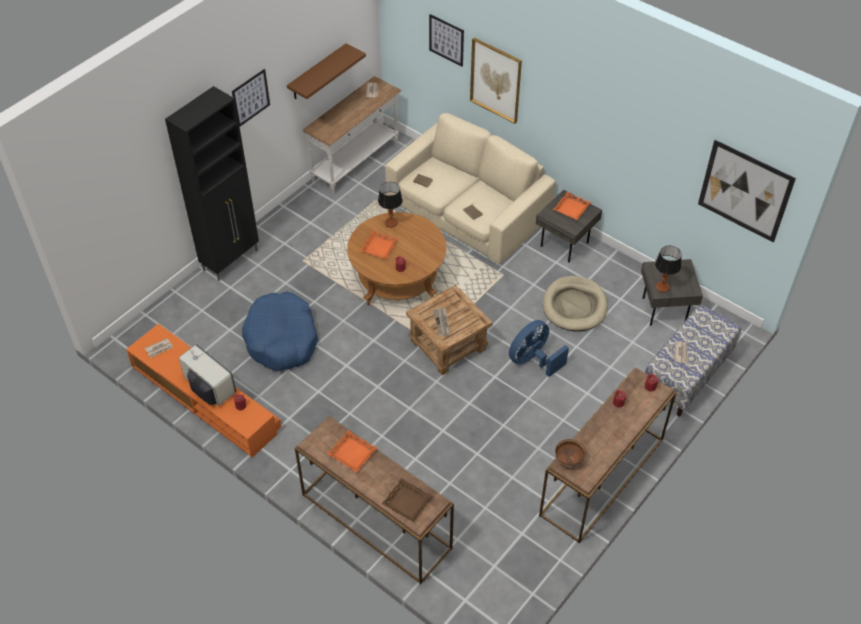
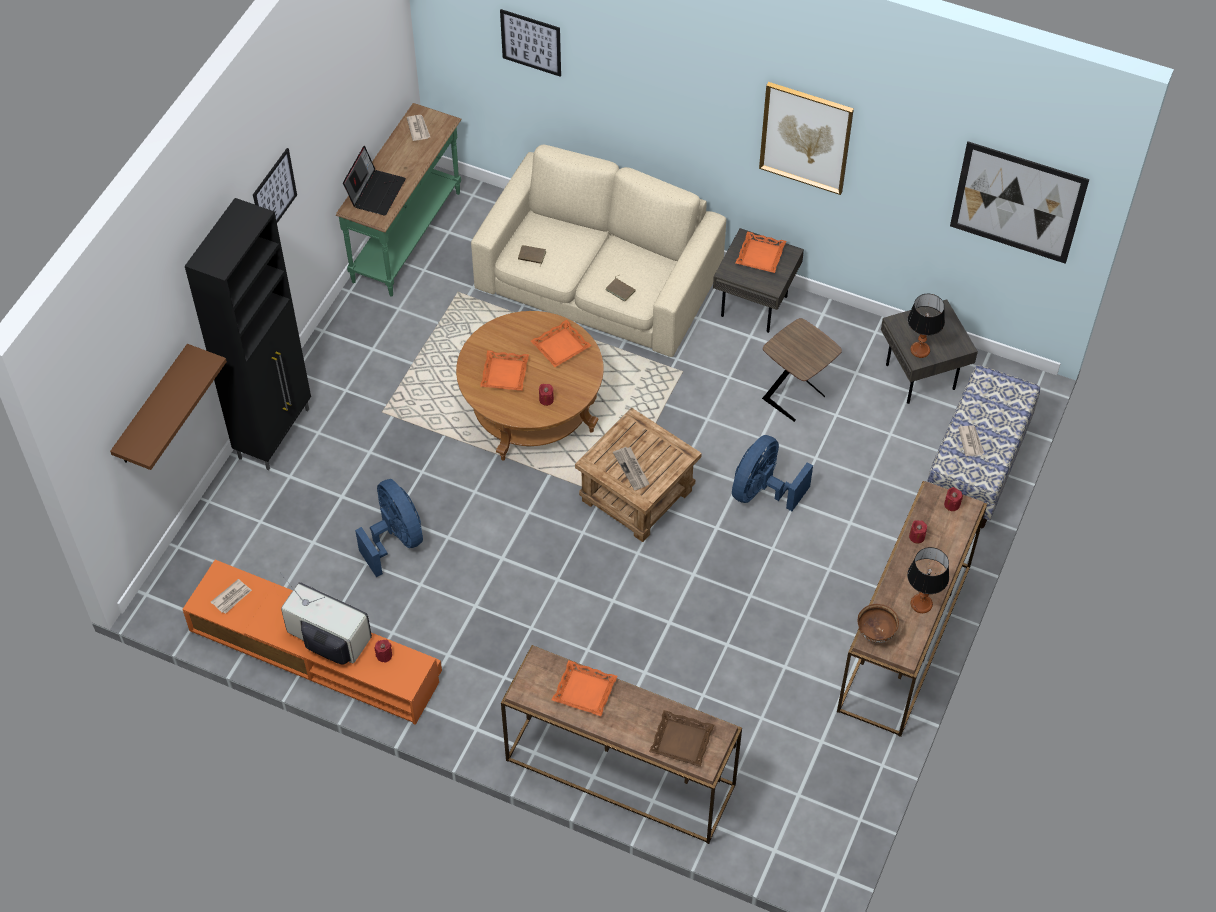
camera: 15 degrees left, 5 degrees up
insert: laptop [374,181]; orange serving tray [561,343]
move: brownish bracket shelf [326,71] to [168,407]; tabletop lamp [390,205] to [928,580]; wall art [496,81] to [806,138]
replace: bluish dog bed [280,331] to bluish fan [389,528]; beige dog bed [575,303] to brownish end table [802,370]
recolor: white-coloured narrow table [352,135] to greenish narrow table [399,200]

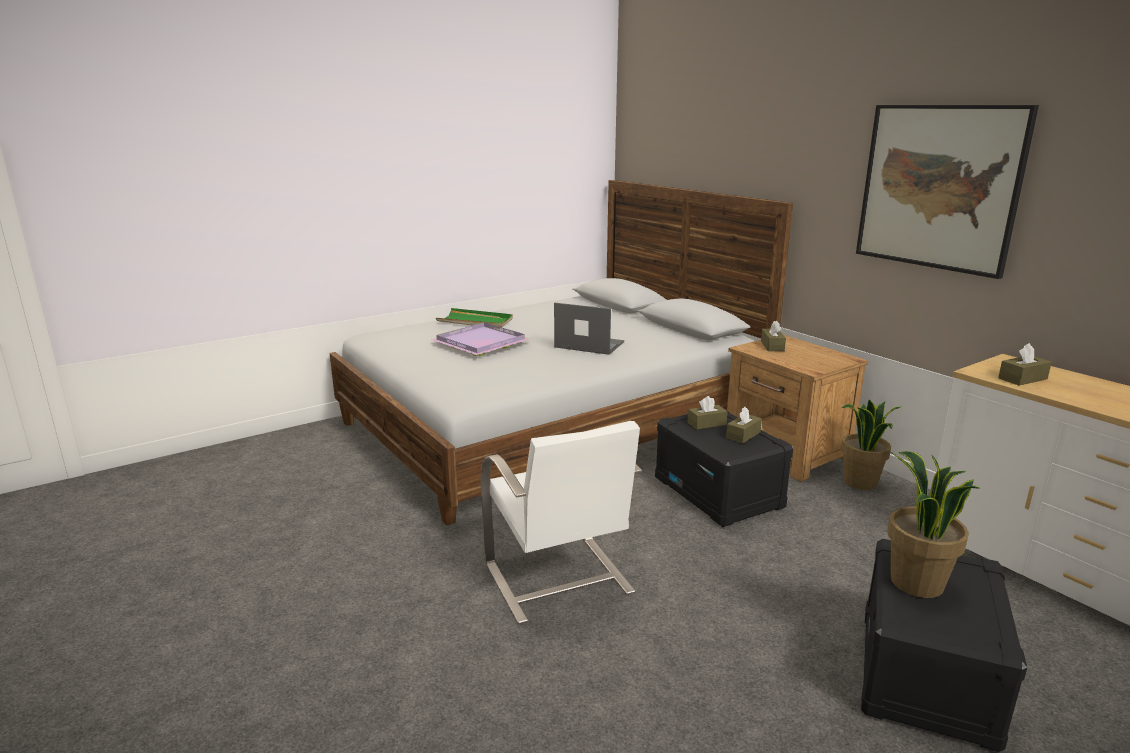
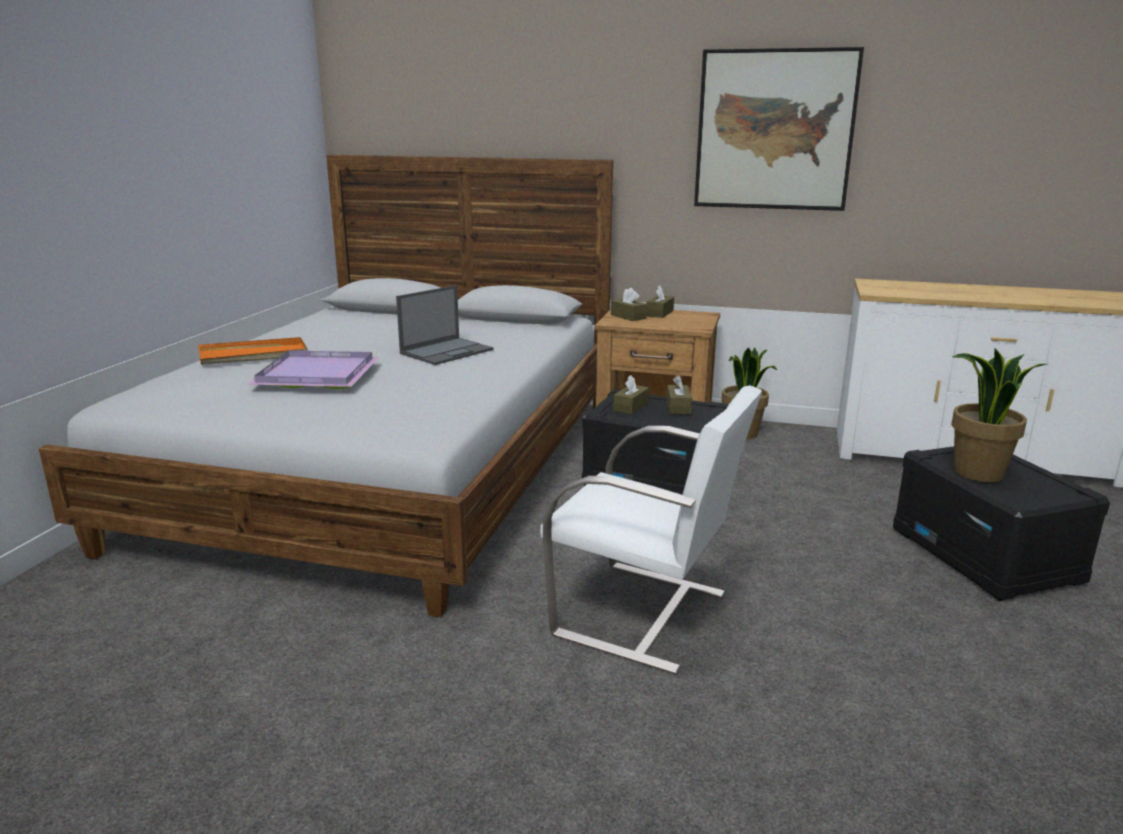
camera: 40 degrees left, 0 degrees up
move: brownish box of tissues [1025,364] to [660,301]
recolor: greenish serving tray [474,318] to orange serving tray [253,351]
rotate: laptop [589,329] = [445,325] 150 degrees clockwise

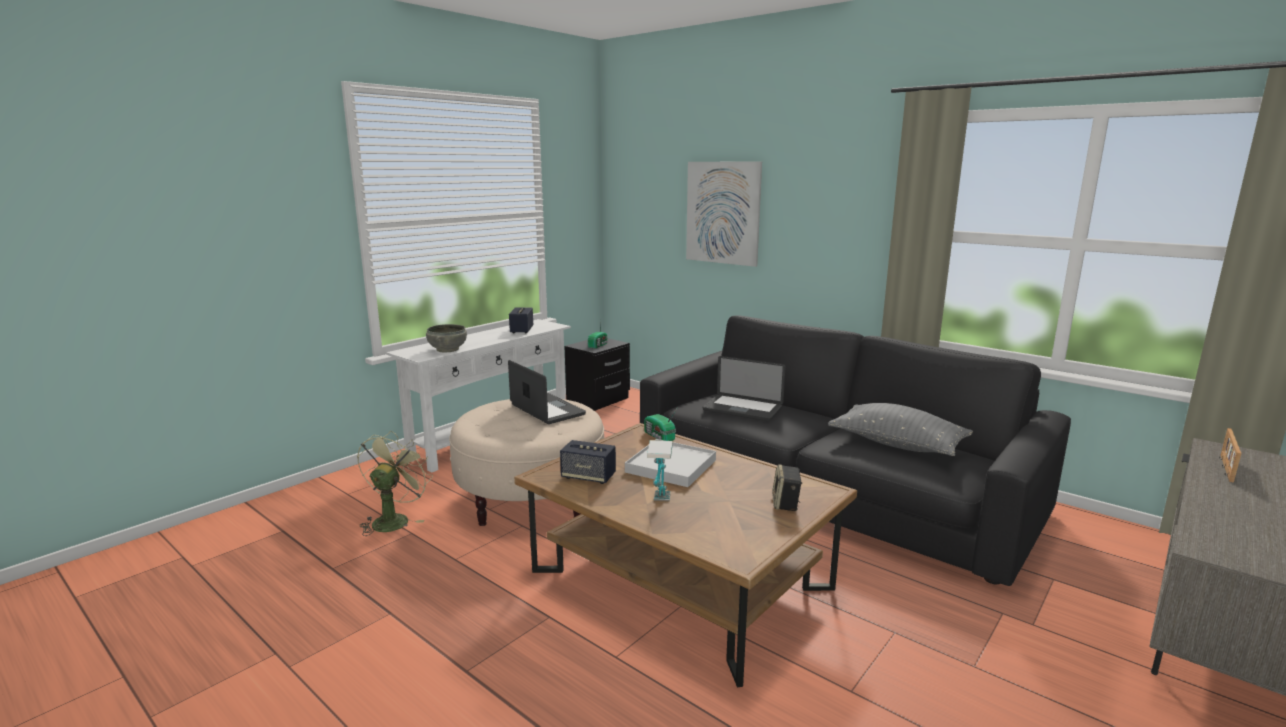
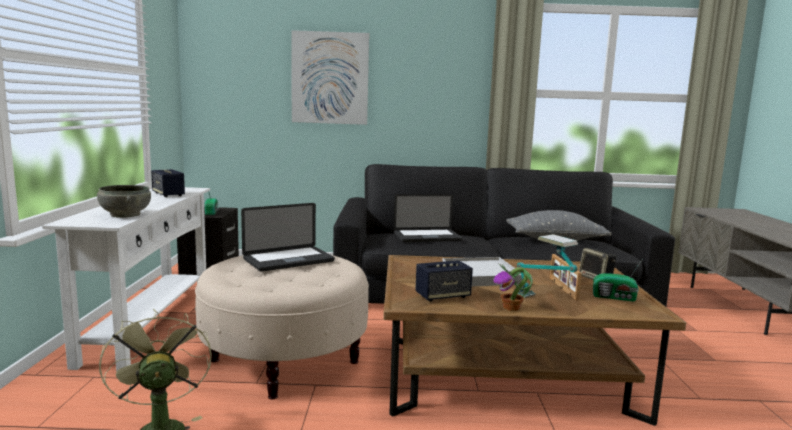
camera: 40 degrees left, 5 degrees down
insert: potted plant [513,287]
move: radio receiver [661,424] to [617,281]; picture frame [1230,455] to [566,277]
rotate: laptop [547,392] = [288,237] 135 degrees clockwise

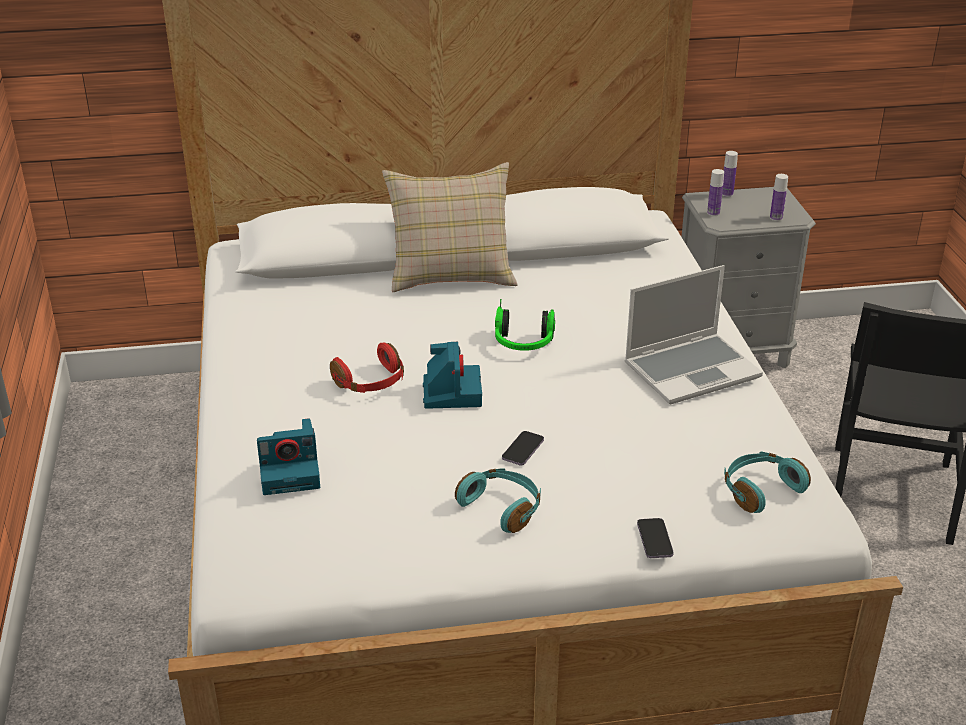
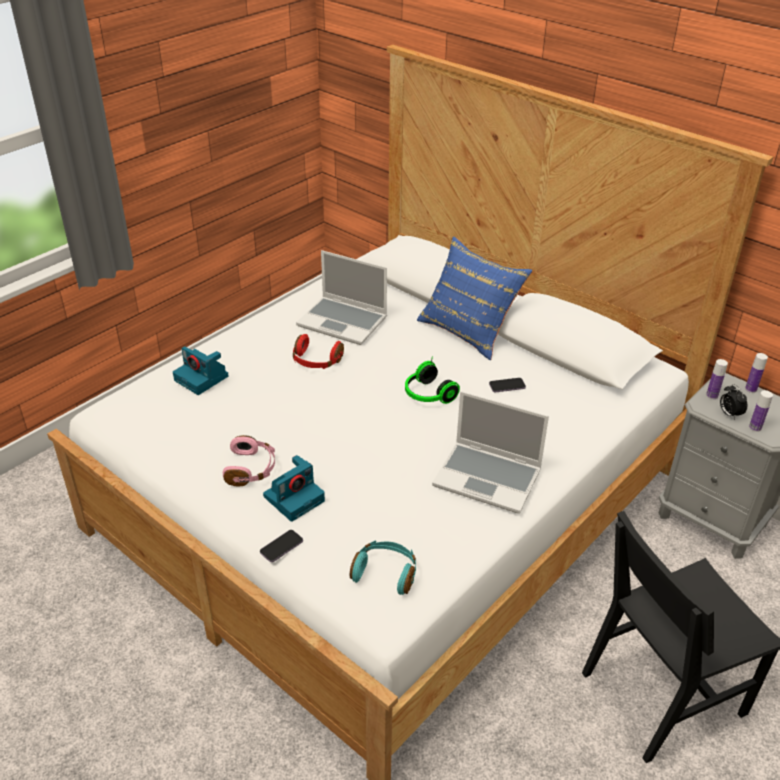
camera: 50 degrees right, 5 degrees up
insert: laptop [341,297]; bedside clock [733,402]
move: photo camera [452,375] to [294,488]; telephone [523,448] to [507,385]
recolor: beige pillow [450,227] to bluish pillow [474,298]; turquoise headphones [498,500] to pink-coloured headphones [249,460]

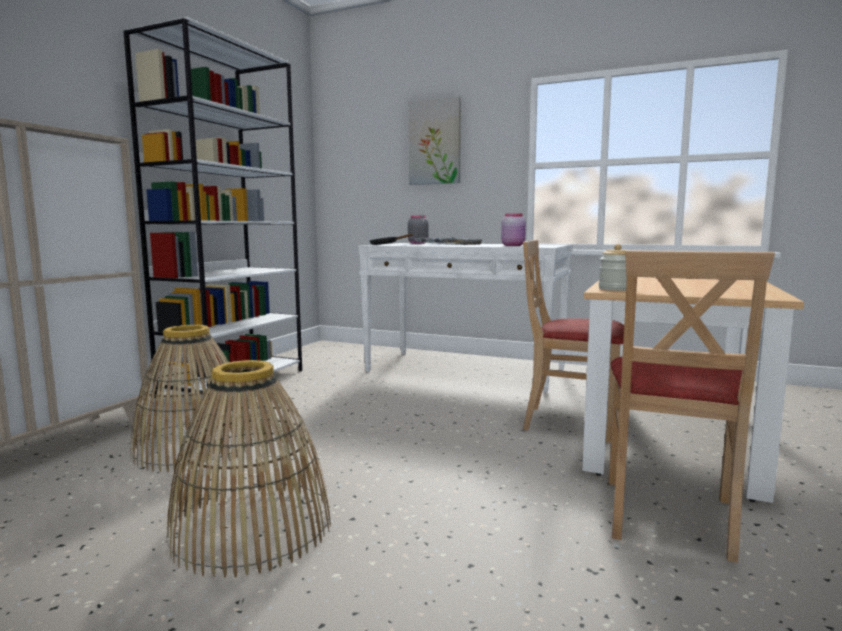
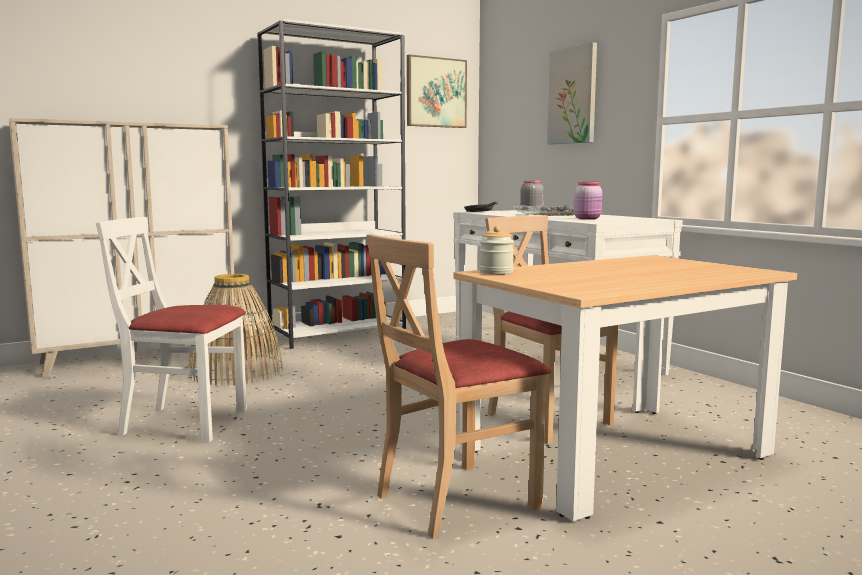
camera: 35 degrees right, 0 degrees up
insert: wall art [437,91]
replace: storage basket [248,468] to white-coloured upright chair [171,329]

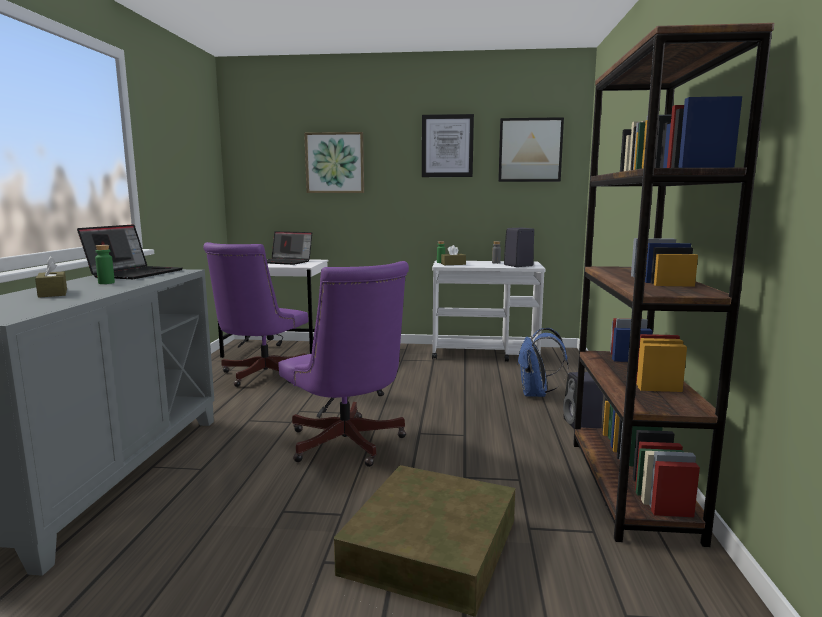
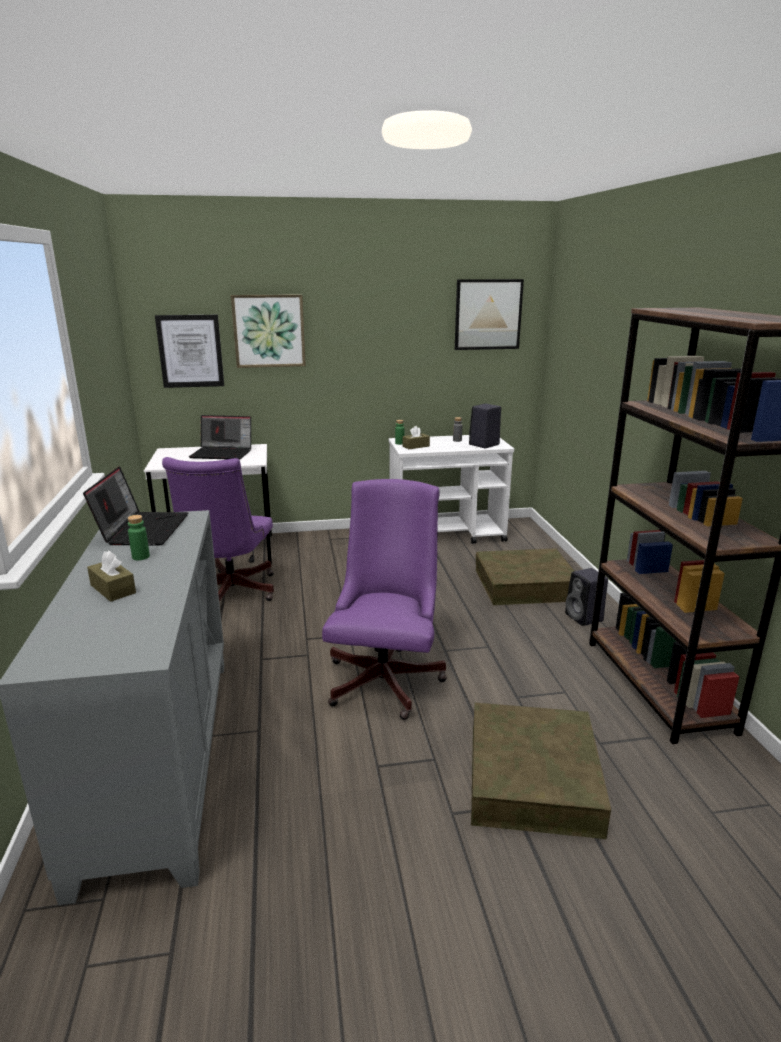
camera: 15 degrees left, 10 degrees up
move: wall art [448,145] to [189,351]
replace: bluish rucksack [543,362] to brownish storage box [525,576]
rotate: purple computer chair [343,364] = [384,599] 120 degrees counterclockwise

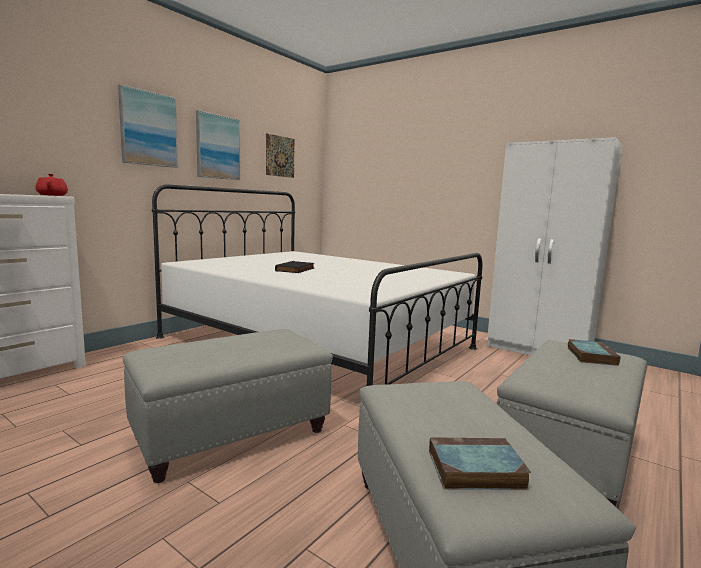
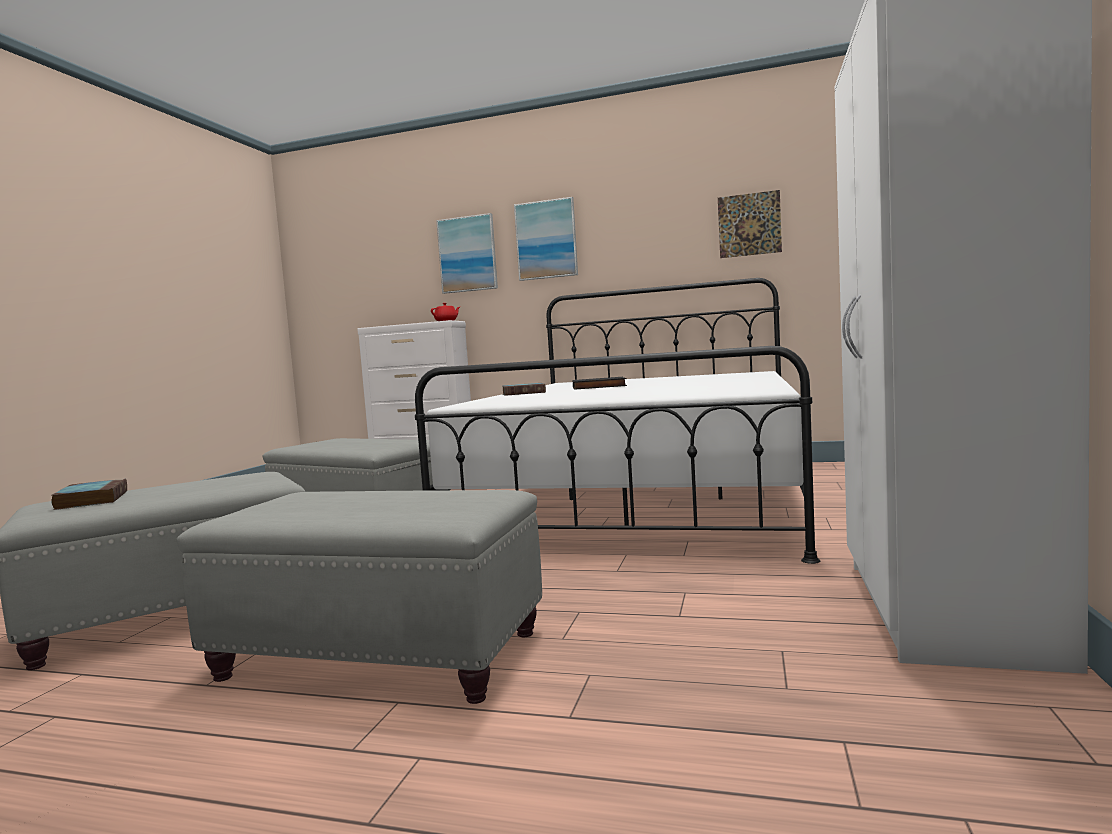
camera: 70 degrees right, 5 degrees down
move: wall art [218,145] to [467,253]; bound book [594,352] to [524,389]

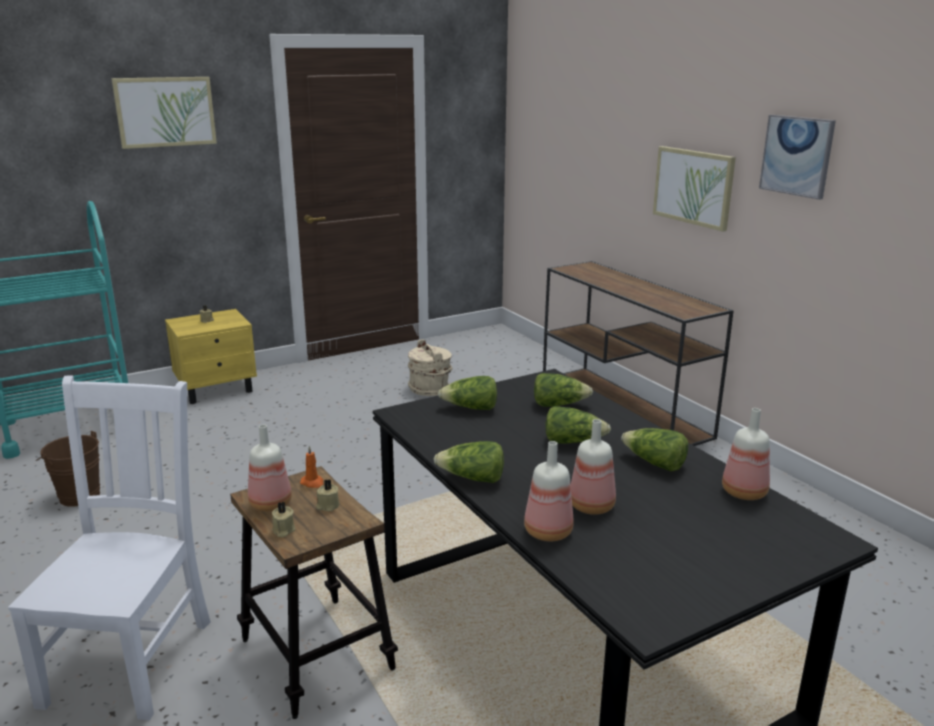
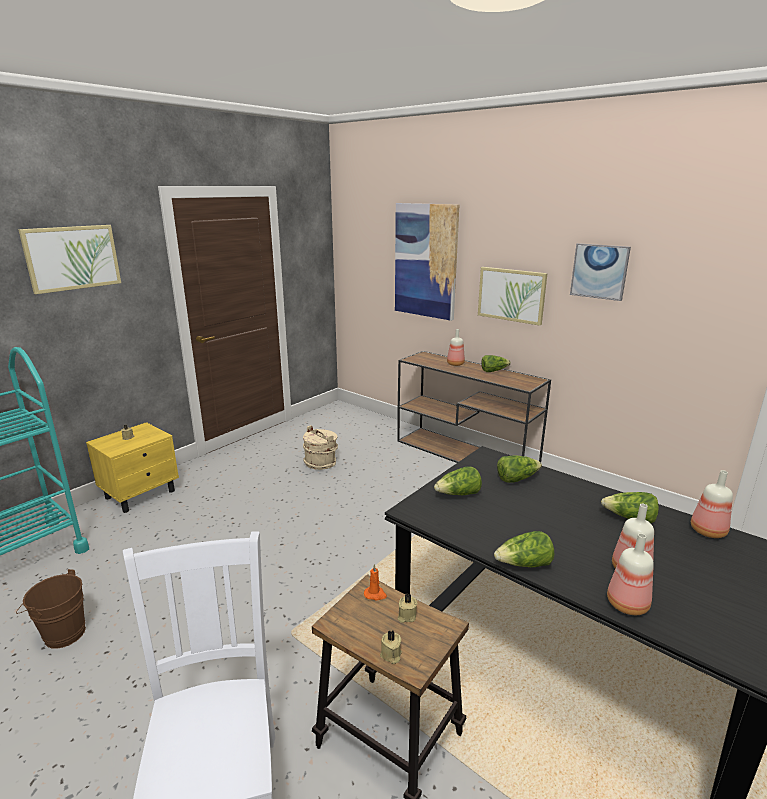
camera: 20 degrees left, 0 degrees up
insert: wall art [427,262]
move: bottle [270,468] to [456,347]; lettuce head [578,425] to [496,363]

